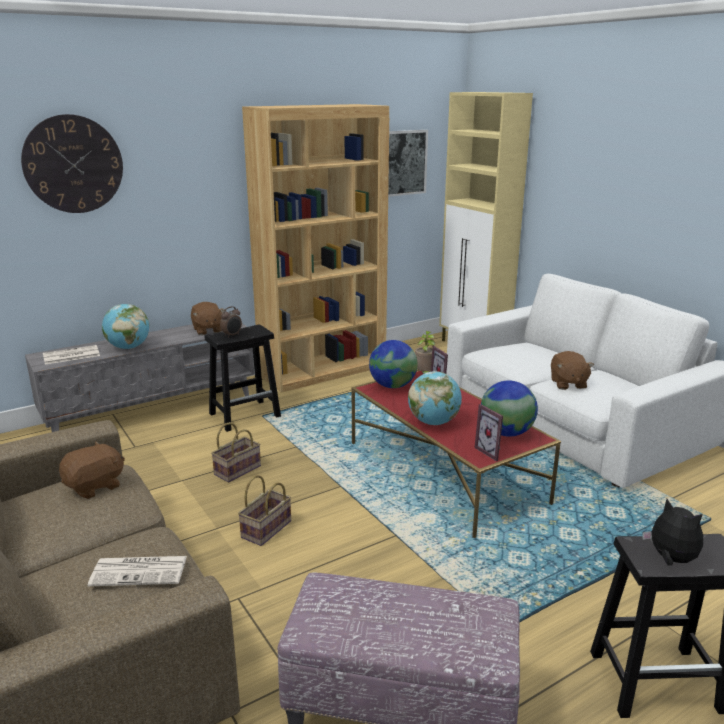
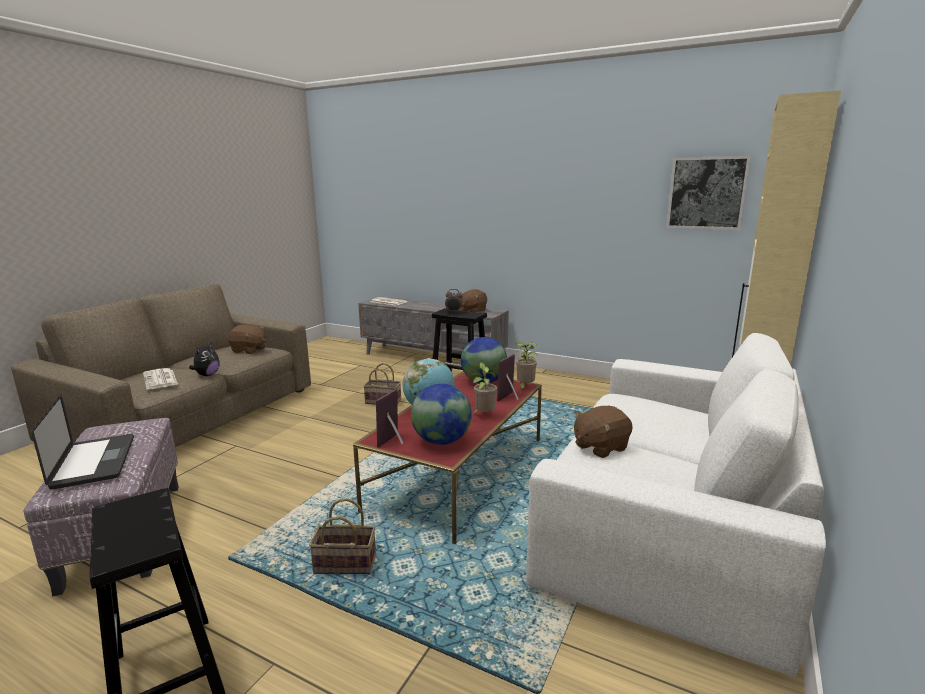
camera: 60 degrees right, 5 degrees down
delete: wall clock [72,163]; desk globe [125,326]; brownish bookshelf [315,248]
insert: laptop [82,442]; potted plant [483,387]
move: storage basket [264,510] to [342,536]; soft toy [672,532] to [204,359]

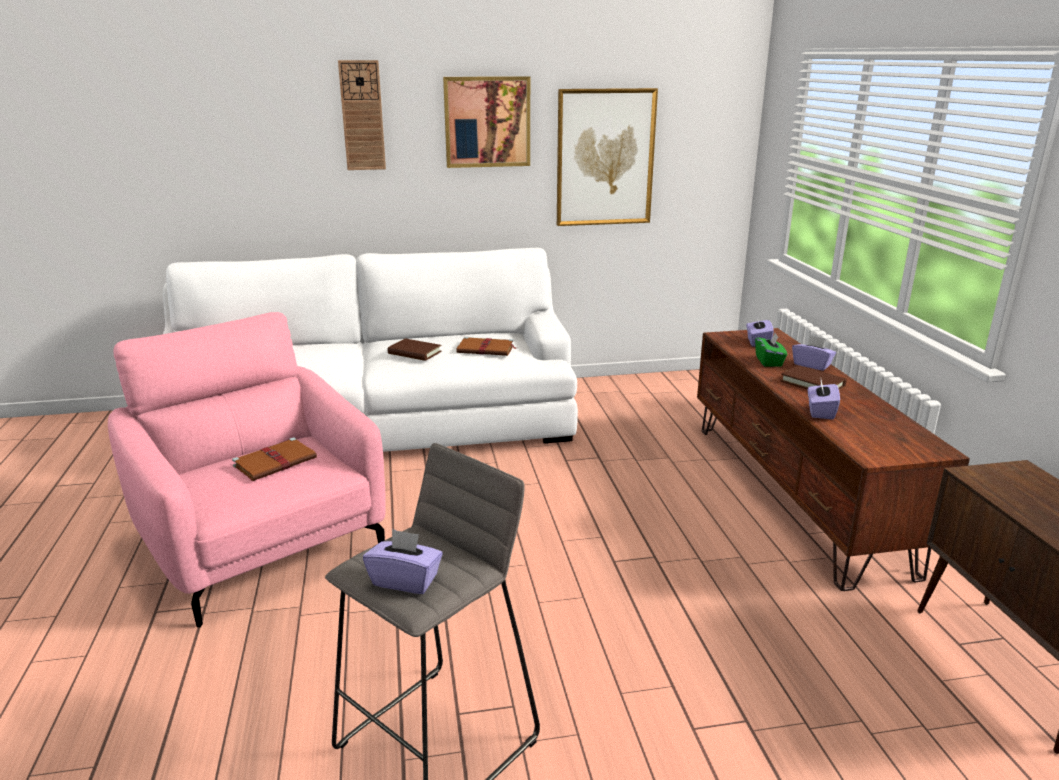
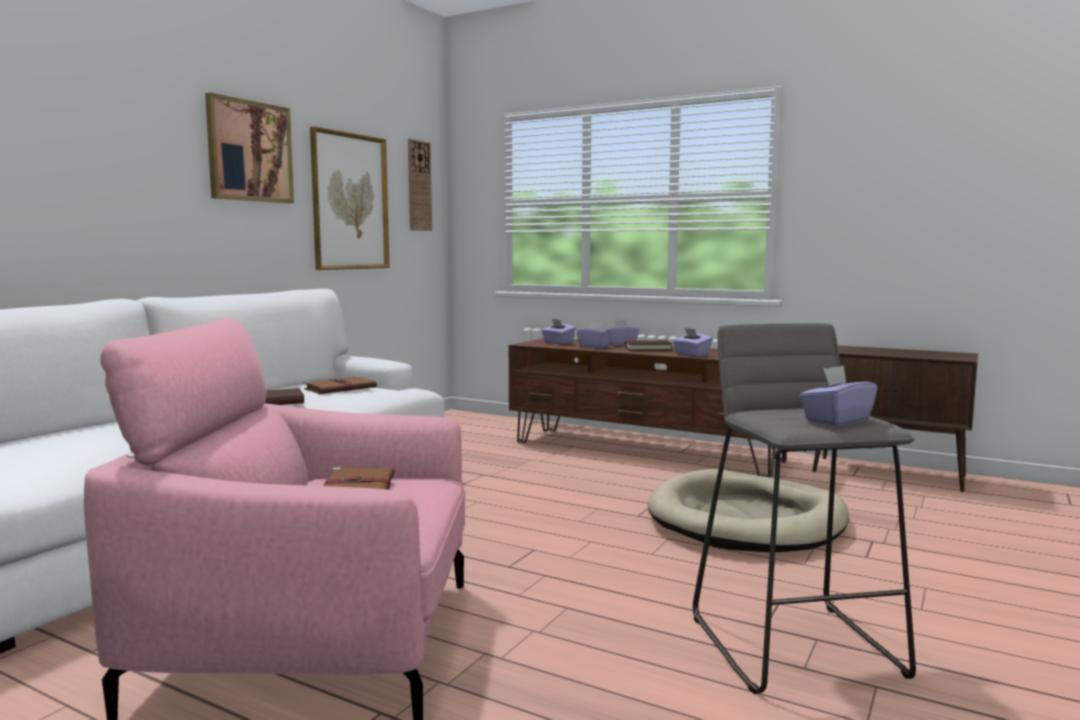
camera: 50 degrees left, 15 degrees down
insert: beige dog bed [748,510]
move: wall clock [362,115] to [420,185]
recolor: greenish box of tissues [771,350] to purple box of tissues [594,335]

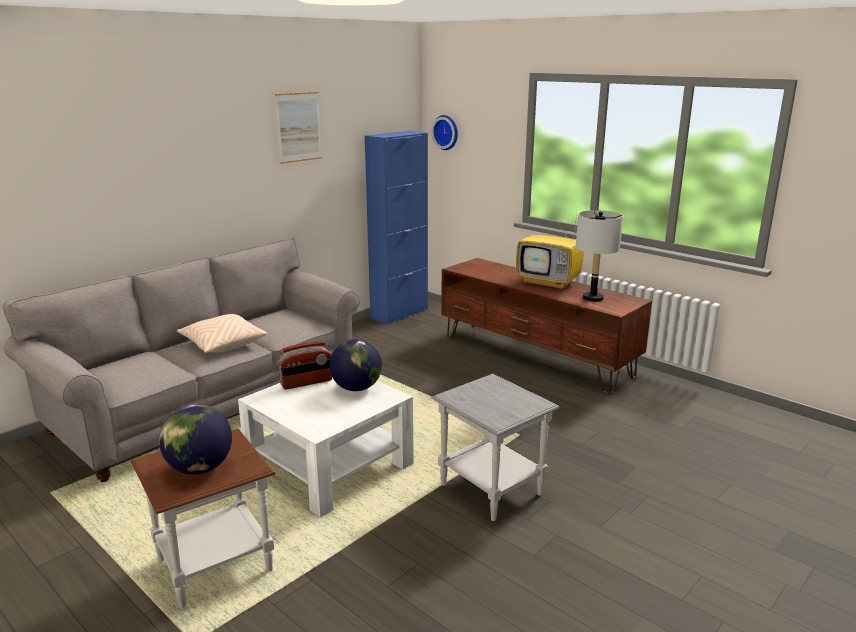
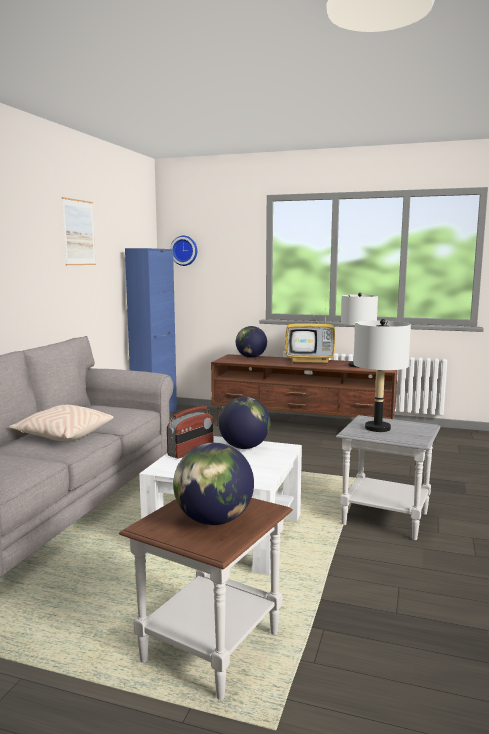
camera: 25 degrees left, 10 degrees down
insert: desk globe [251,342]; grey tabletop lamp [382,375]

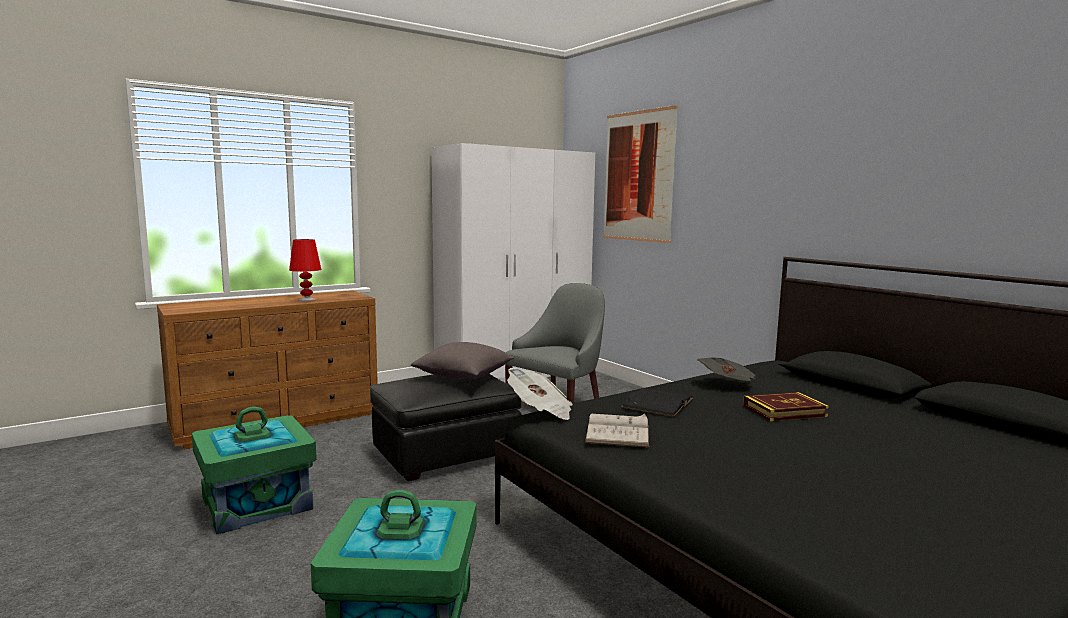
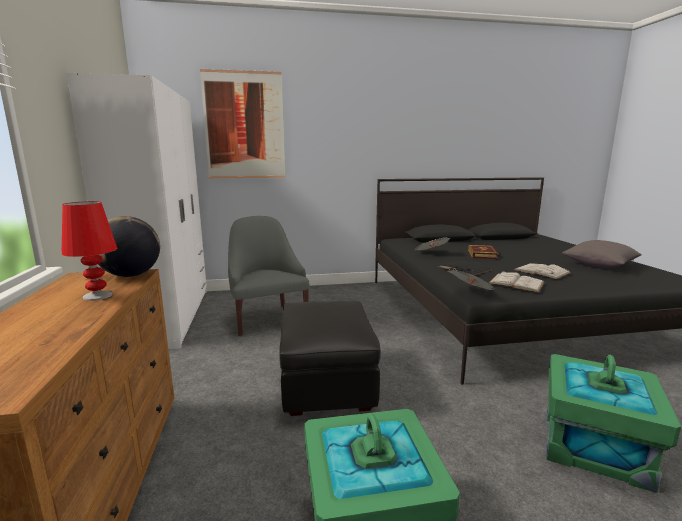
camera: 65 degrees left, 5 degrees up
insert: desk globe [129,246]; white-coloured bound book [542,271]
move: grey pillow [462,360] to [602,254]

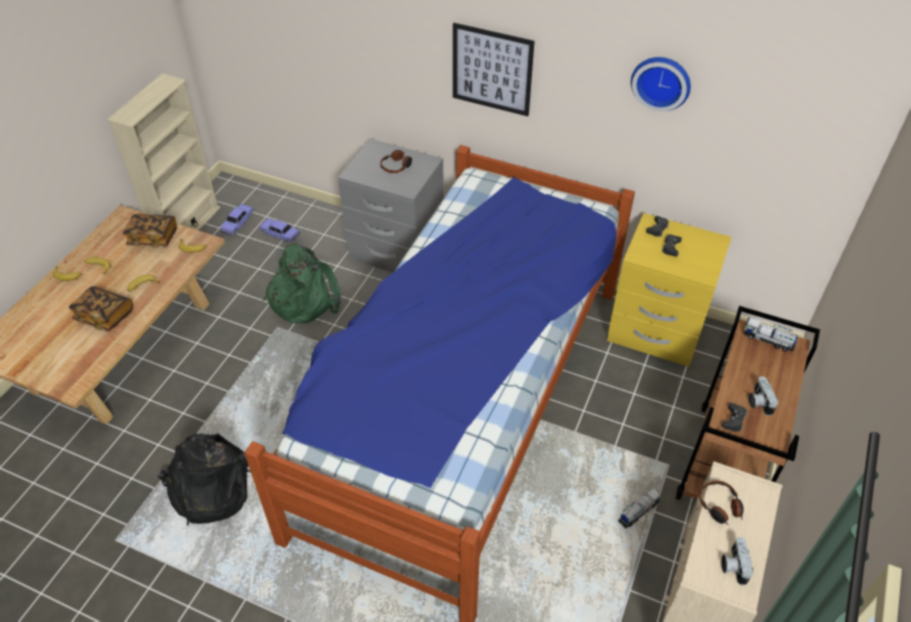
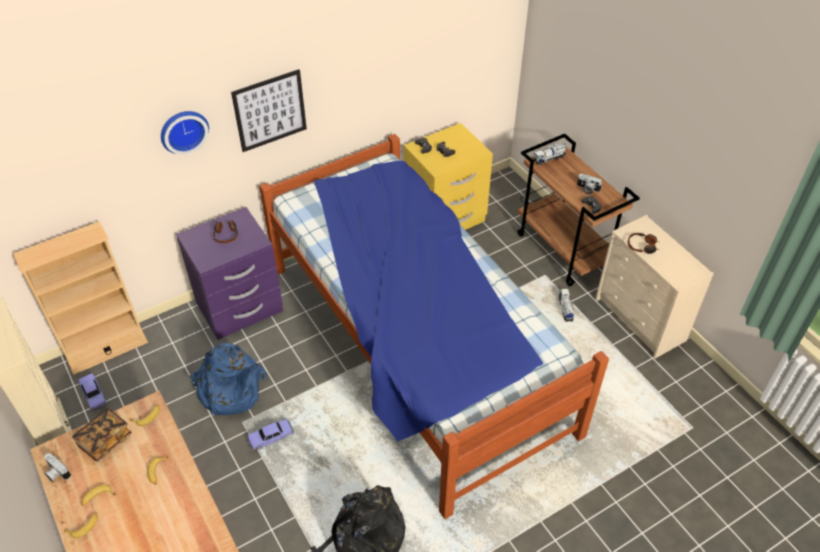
camera: 55 degrees left, 0 degrees up
delete: bound book [101,309]
insert: beige bookshelf [80,298]
move: miniature car [280,230] to [270,434]; wall clock [661,84] to [185,133]; photo camera [737,561] to [57,467]
recolor: greenish rucksack [302,283] to bluish rucksack [228,379]; grey nightstand [391,205] to purple nightstand [229,273]

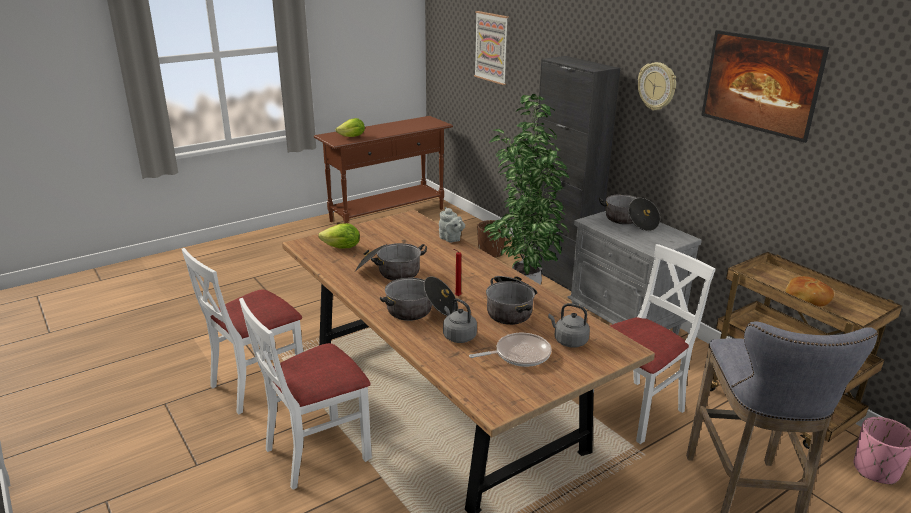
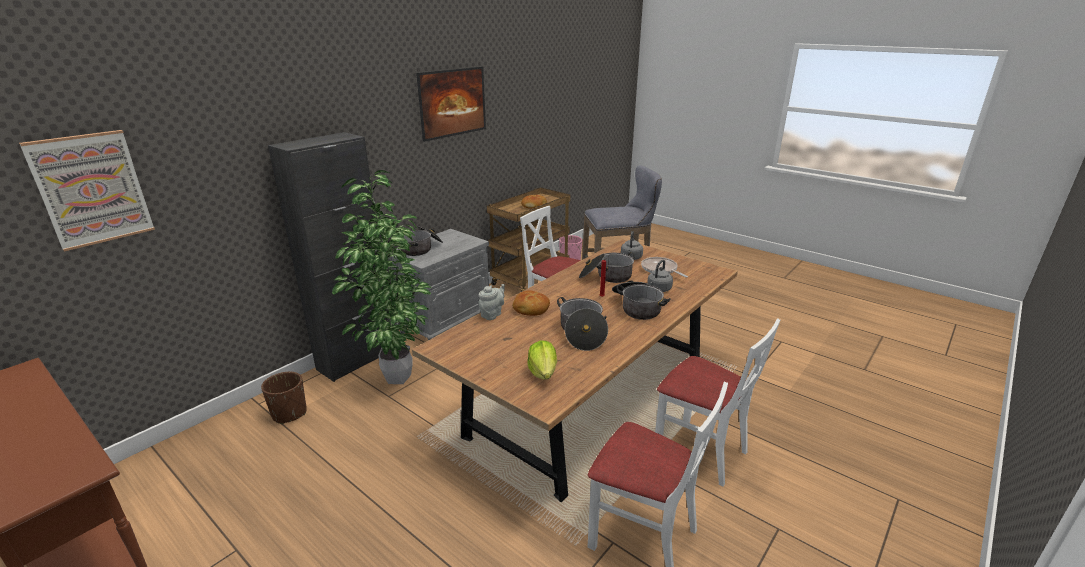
camera: 105 degrees left, 0 degrees up
delete: lettuce head [350,127]; wall clock [657,86]
insert: baked bread [531,303]

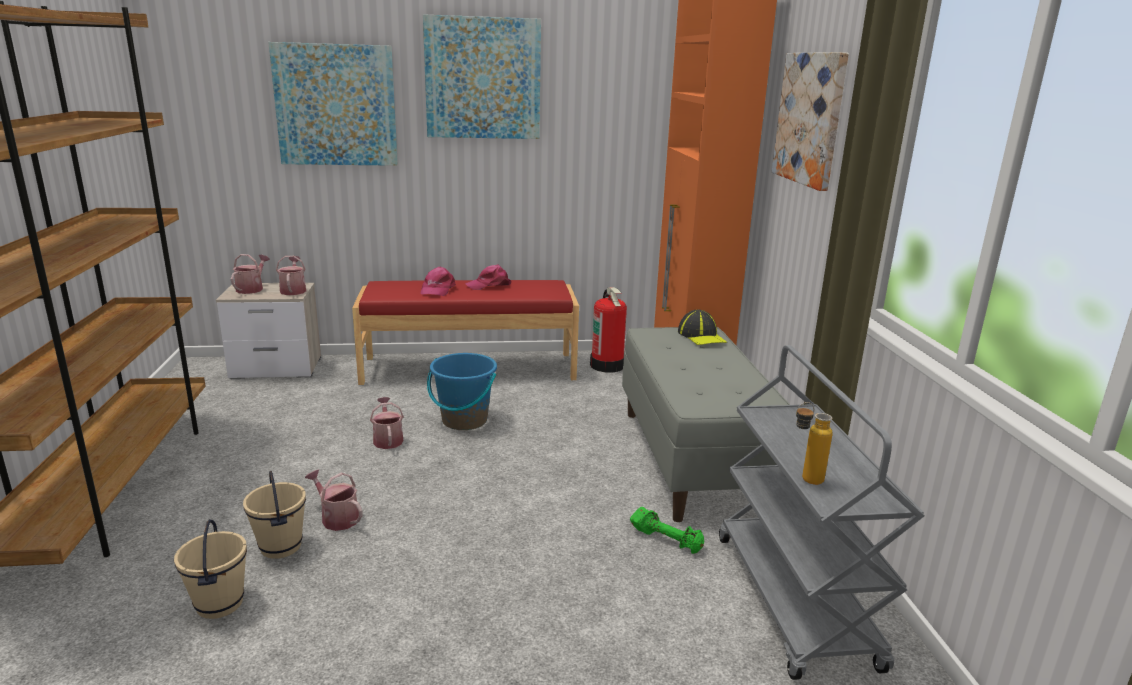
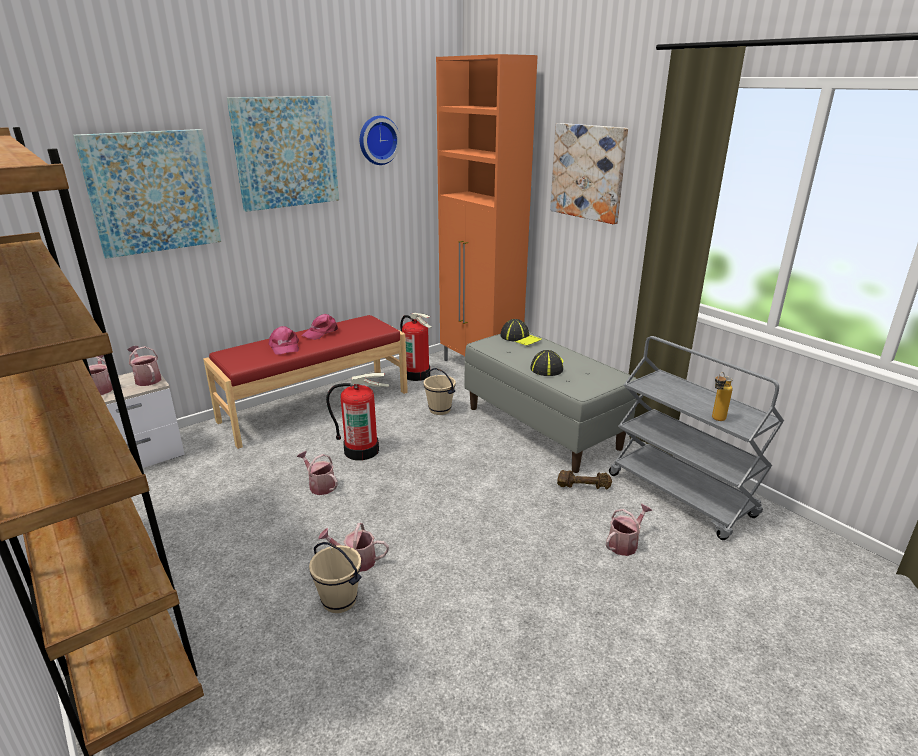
camera: 30 degrees left, 5 degrees up
insert: wall clock [380,140]; peaked cap [547,363]; watering can [629,530]
move: beige bucket [210,569] to [440,391]
replace: bluish bucket [462,391] to fire-fighting cylinder [357,417]
recolor: greenish dumbbell [667,530] to brownish dumbbell [584,479]

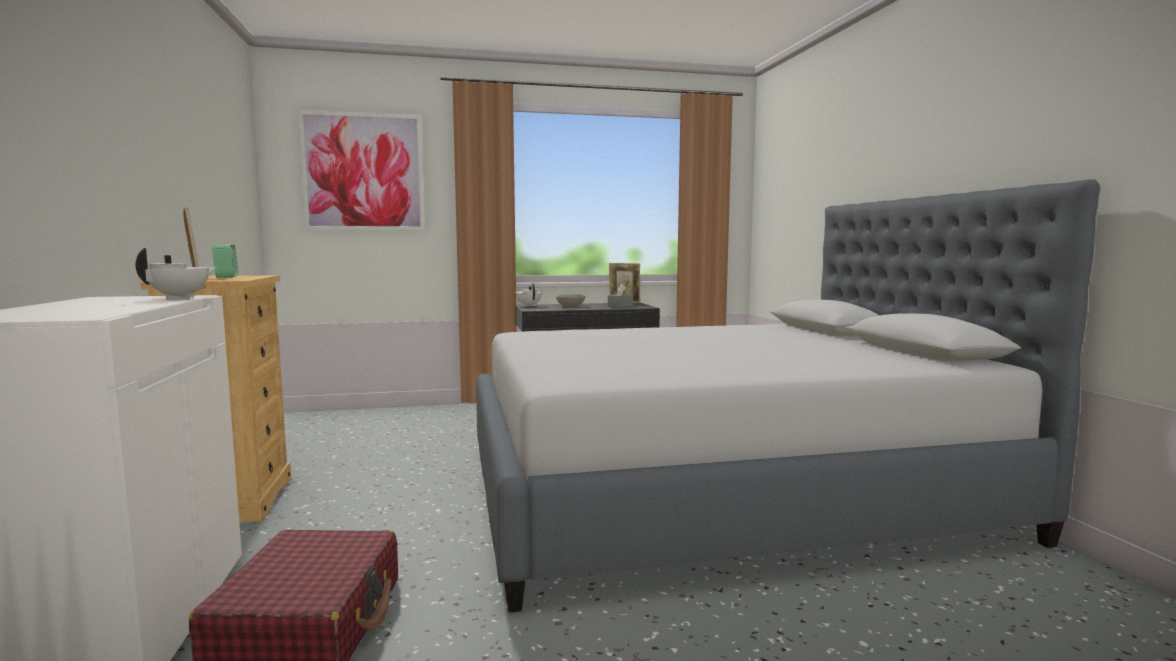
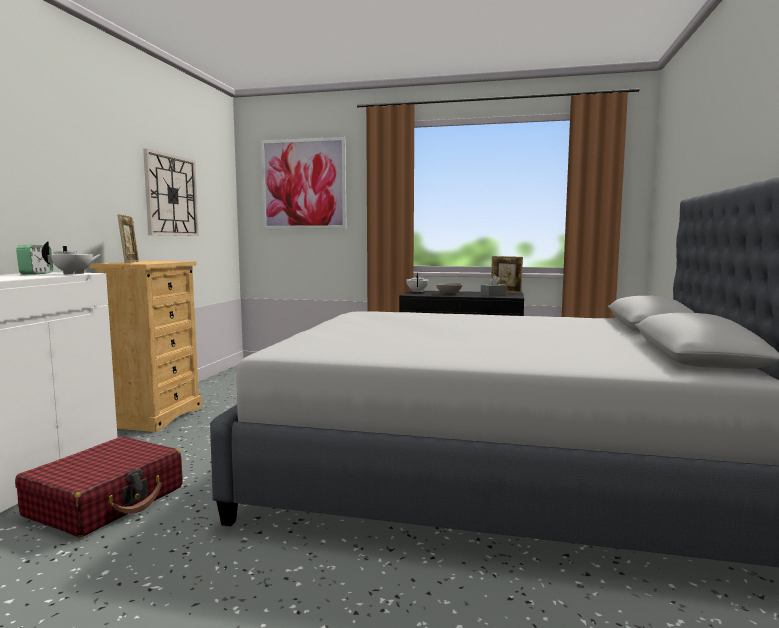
camera: 25 degrees right, 0 degrees up
insert: wall clock [171,192]
move: bedside clock [225,261] to [34,260]

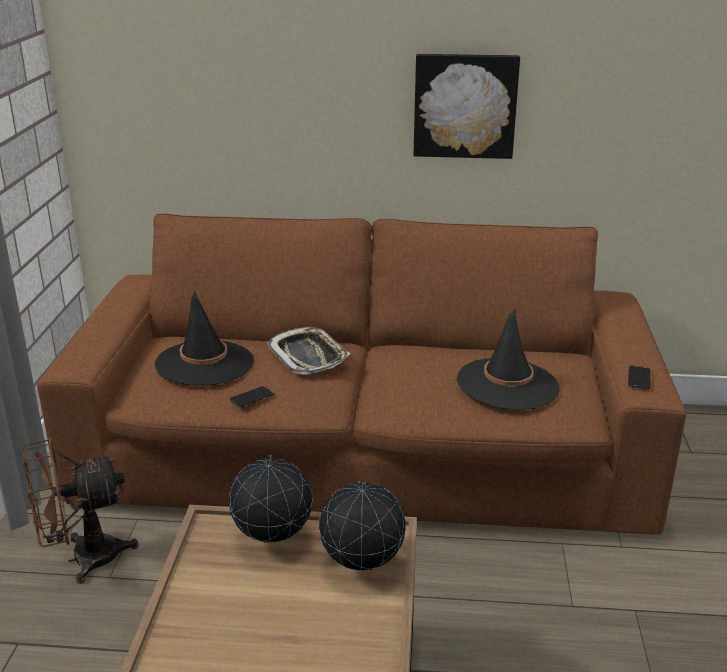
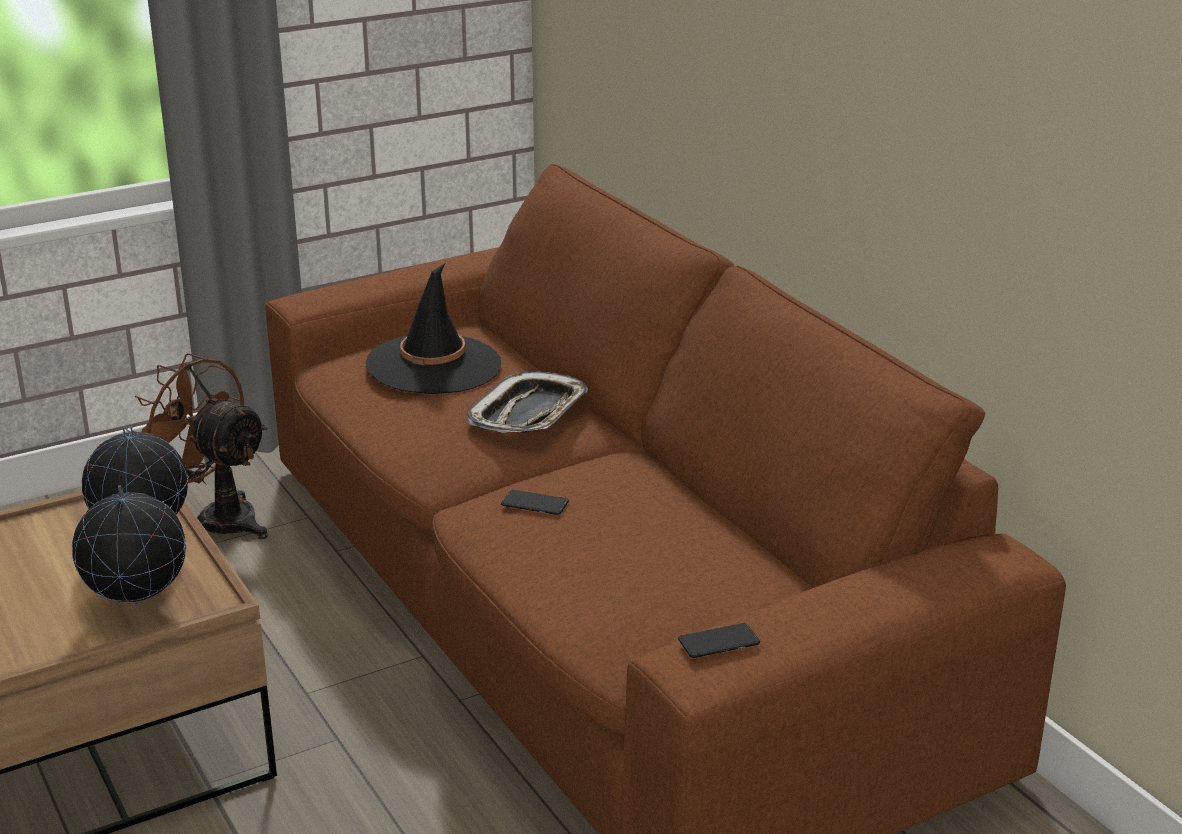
camera: 55 degrees right, 0 degrees up
delete: wall art [466,106]; black clothing hat [508,359]
move: telephone [252,396] to [535,502]

